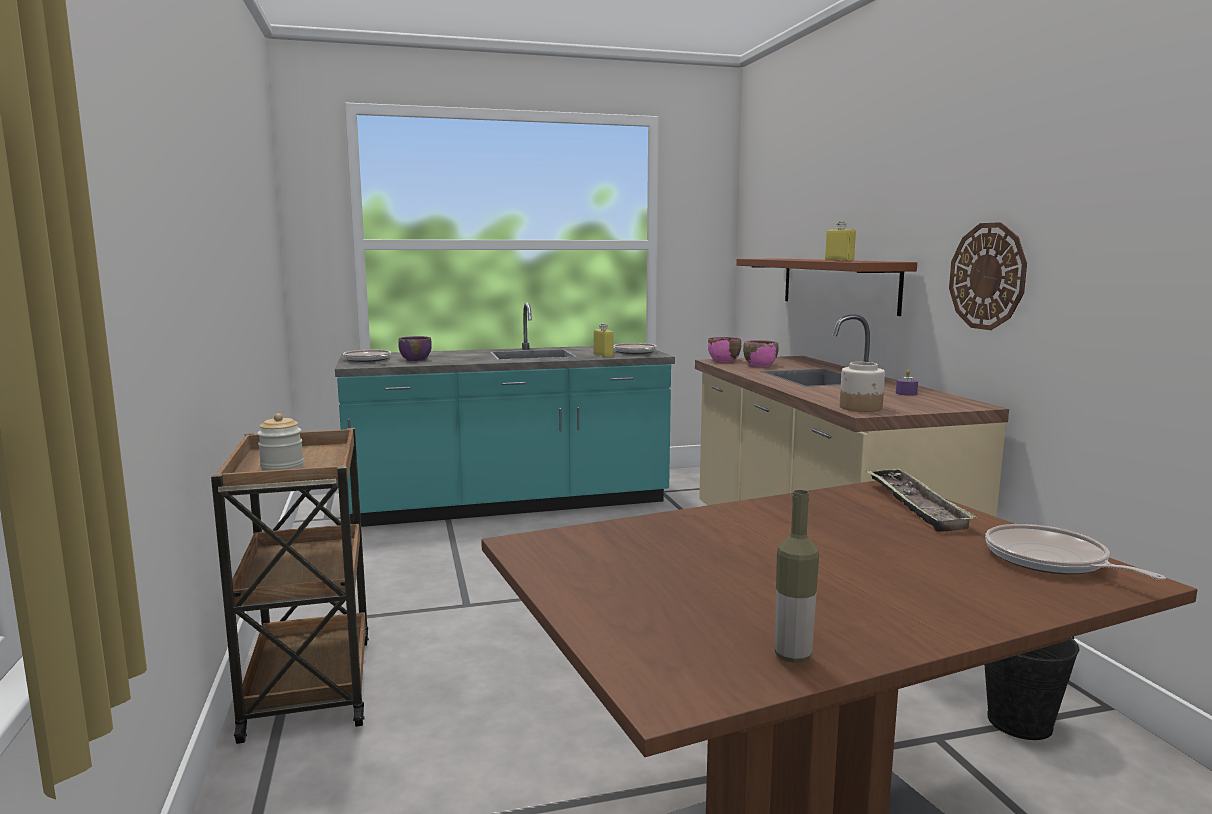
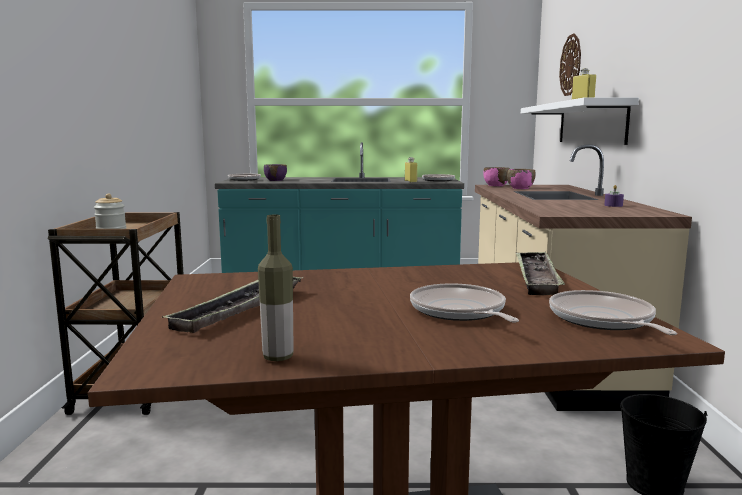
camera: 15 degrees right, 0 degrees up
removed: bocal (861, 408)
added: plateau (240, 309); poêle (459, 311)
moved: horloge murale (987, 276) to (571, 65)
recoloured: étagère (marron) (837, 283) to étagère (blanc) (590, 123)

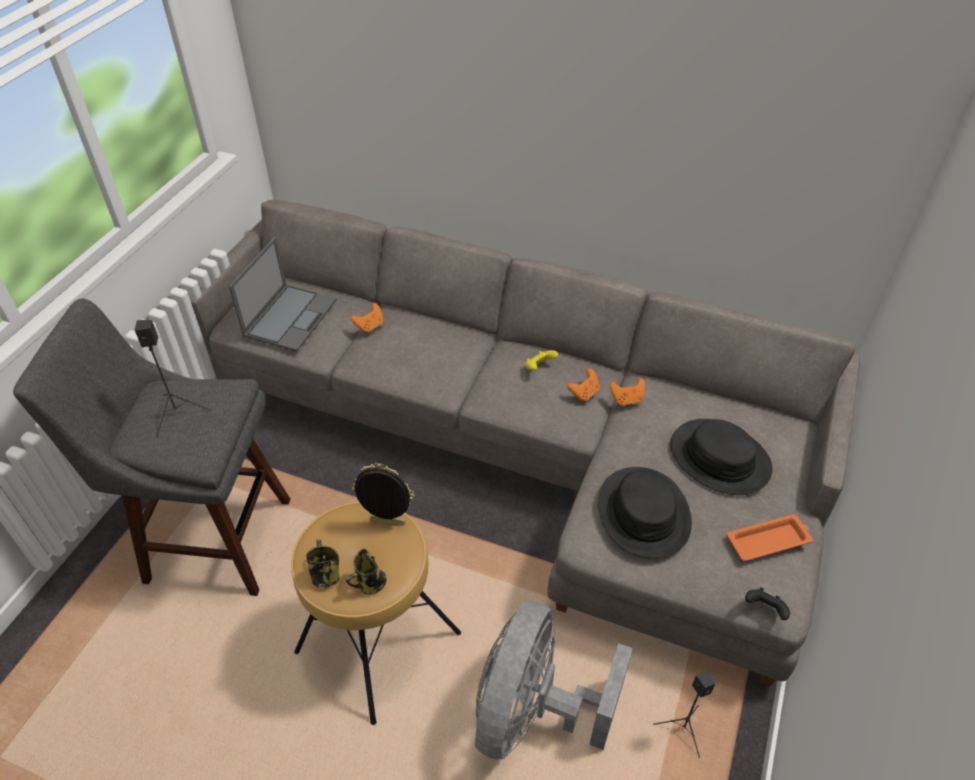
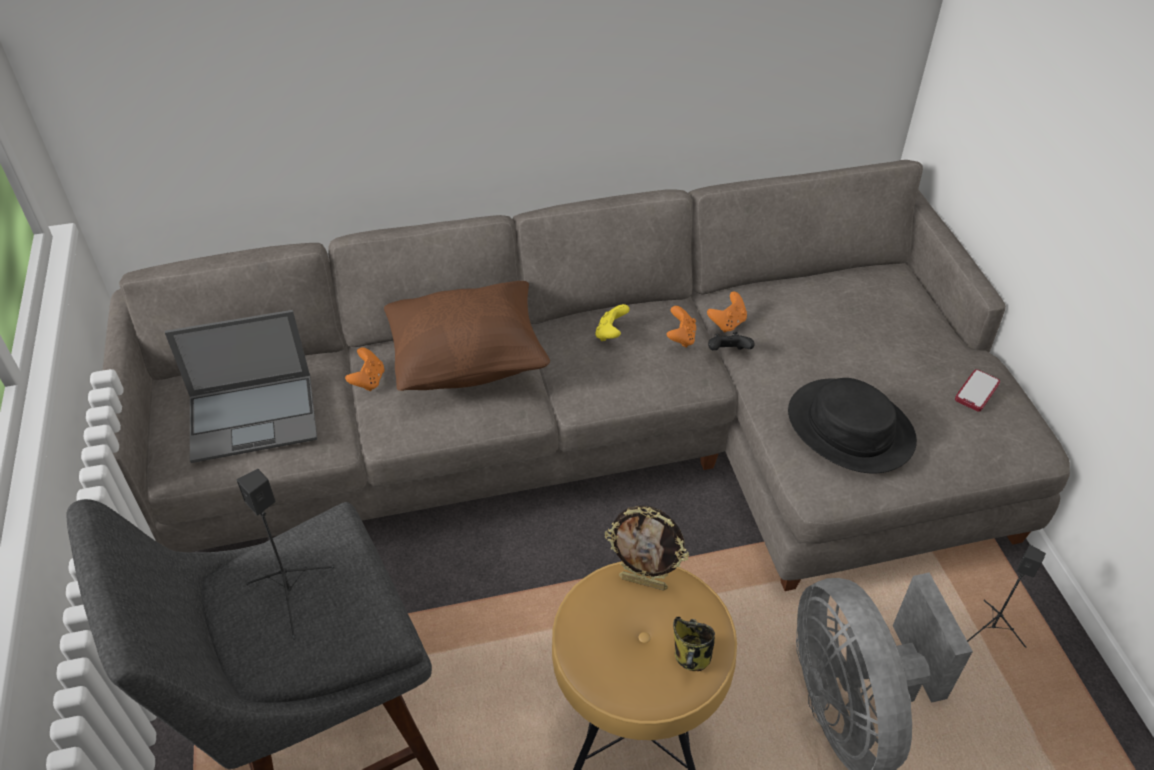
camera: 35 degrees left, 0 degrees up
removed: mug (325, 575); chapeau (noir) (719, 458)
added: coussin (marron) (468, 361)
moved: manette (noir) (765, 609) to (728, 353)
replaced: plateau (orange) (769, 541) to téléphone (977, 391)
turned: ordinateur portable (291, 317) = (254, 417) 90 degrees clockwise; cadre photo (387, 523) = (644, 582) 135 degrees counterclockwise

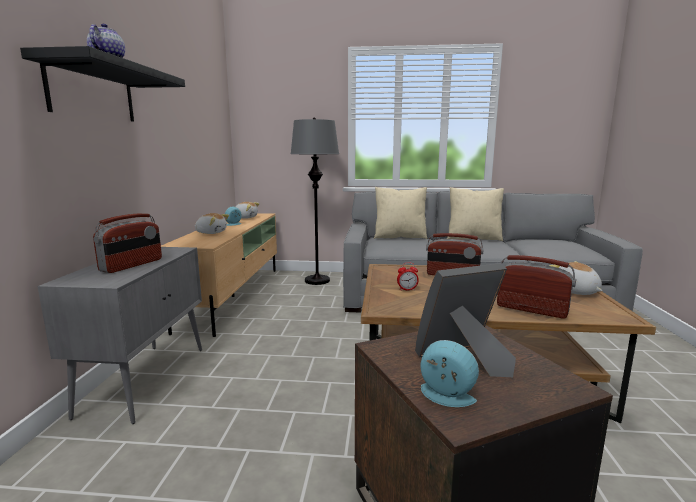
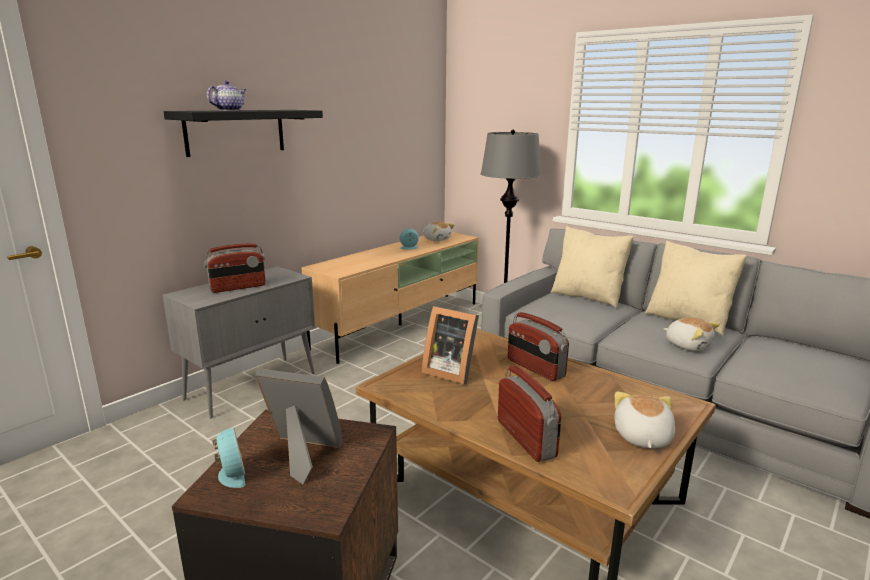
camera: 35 degrees right, 5 degrees up
moved: peluche (211, 232) to (688, 345)
replaced: réveil (407, 289) to cadre photo (450, 371)

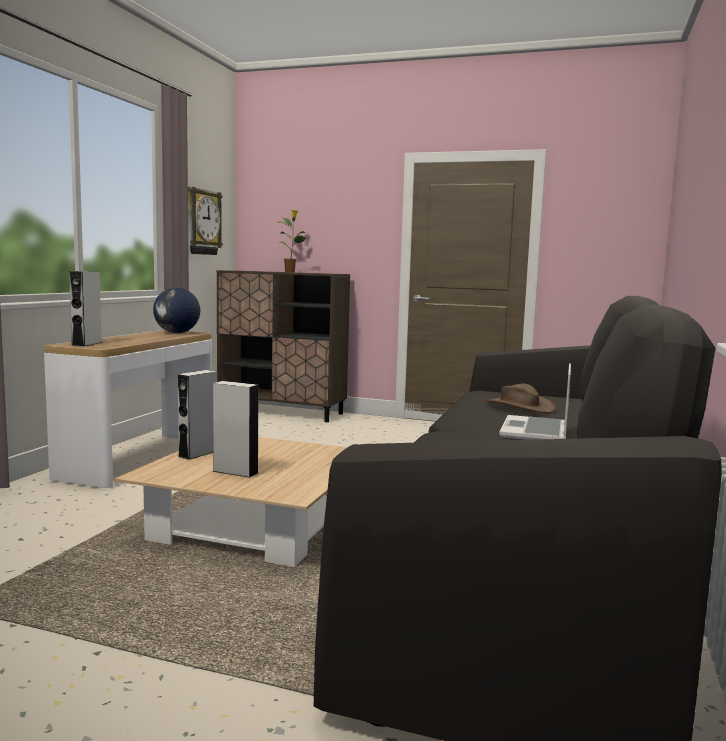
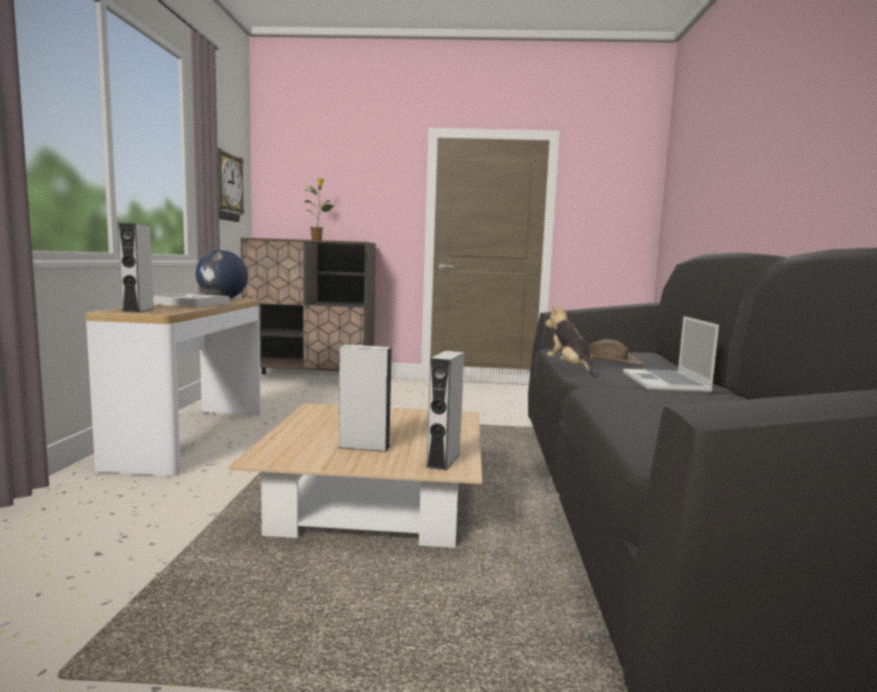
camera: 15 degrees left, 0 degrees up
added: plateau (blanc) (190, 303); peluche (570, 369)
moved: enceinte (gris) (198, 454) to (443, 460)

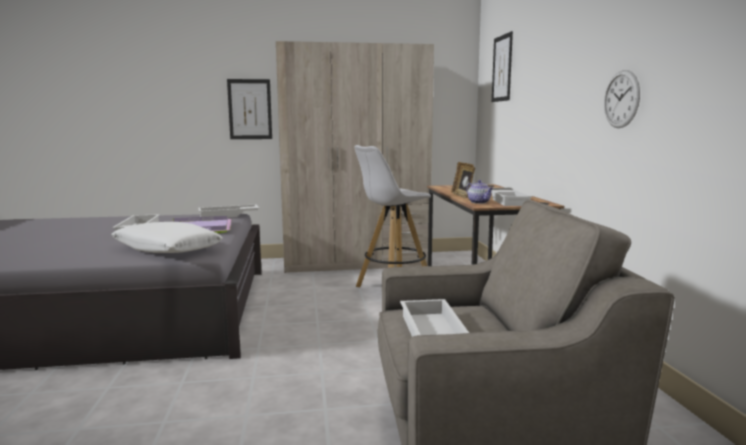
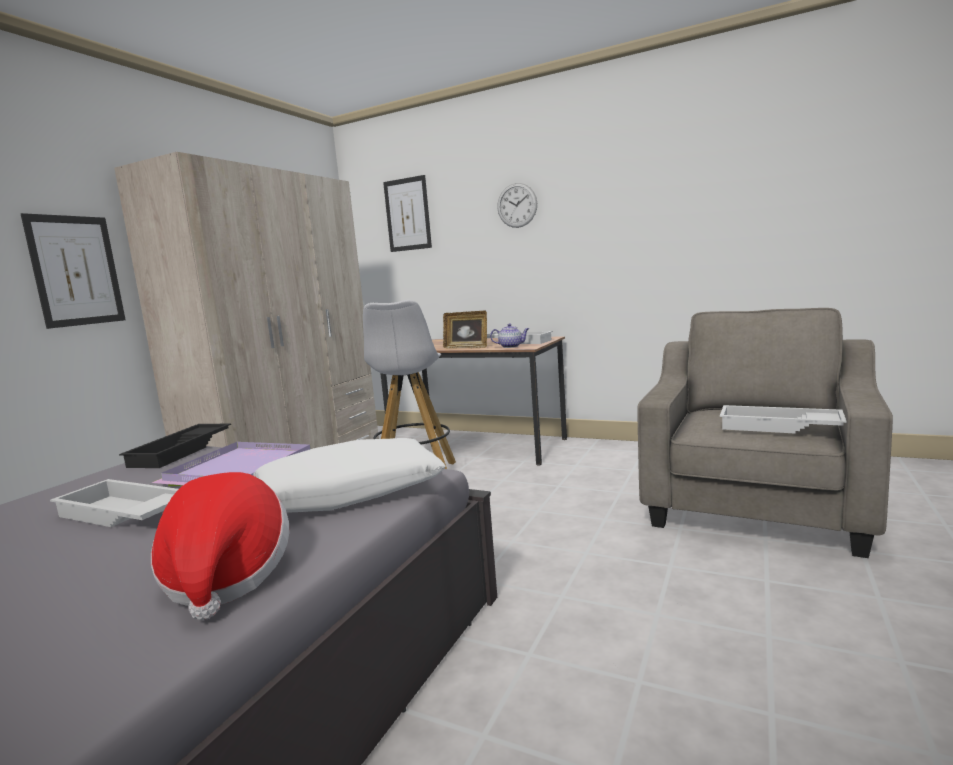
camera: 55 degrees left, 0 degrees up
added: chapeau (227, 577)
moved: horloge murale (621, 99) to (517, 205)
recoloured: plateau (blanc) (228, 215) to plateau (noir) (182, 451)

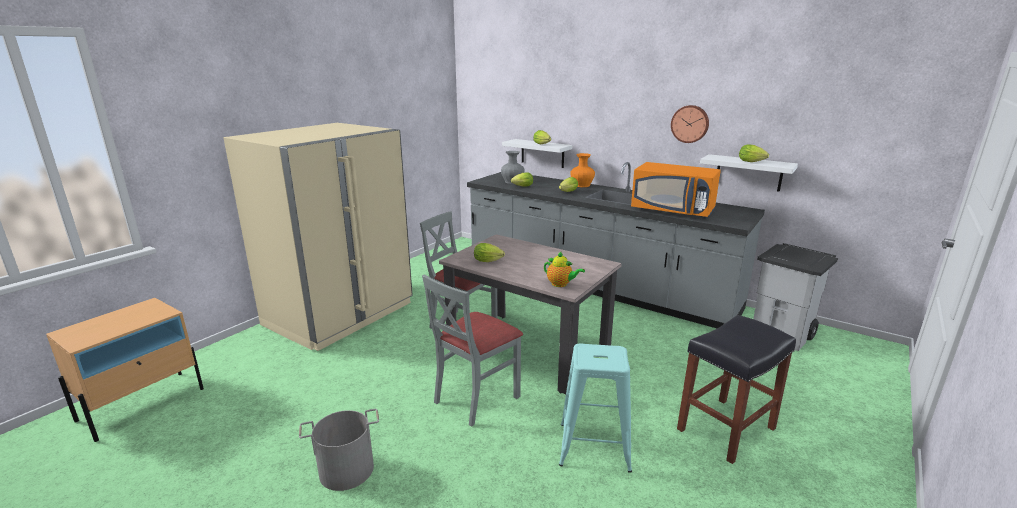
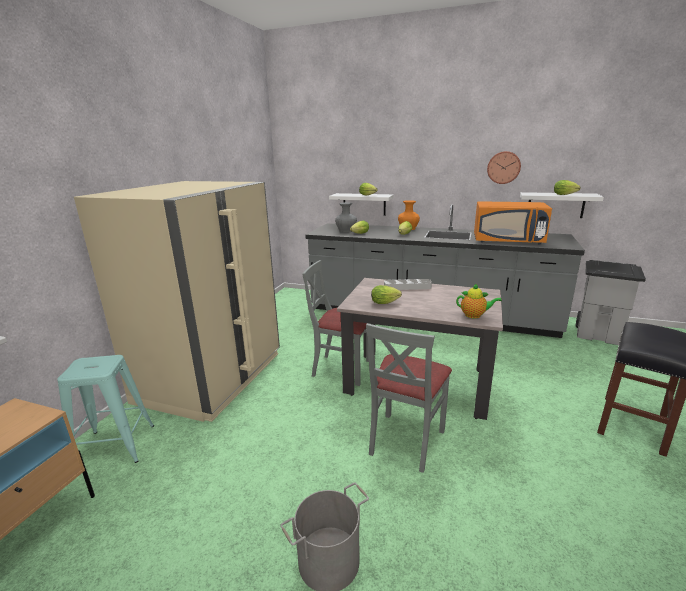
camera: 15 degrees left, 0 degrees up
added: plateau (gris) (407, 287)
moved: tabouret (turquoise) (594, 447) to (115, 446)

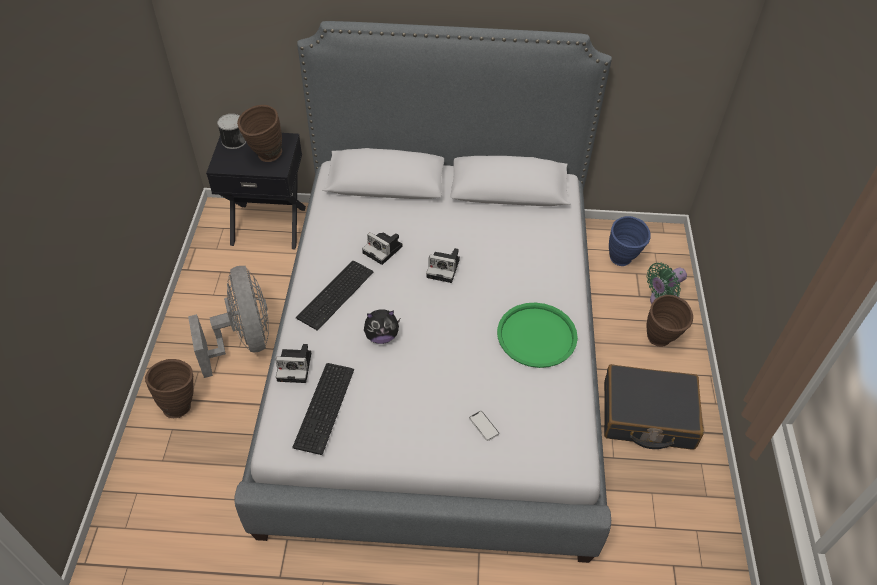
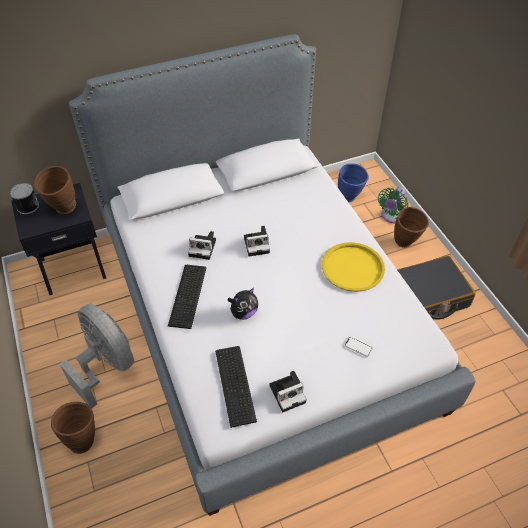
camera: 25 degrees left, 0 degrees up
moved: appareil photo (296, 366) to (288, 393)
recoloured: plateau (vert) (536, 335) to plateau (jaune) (352, 267)

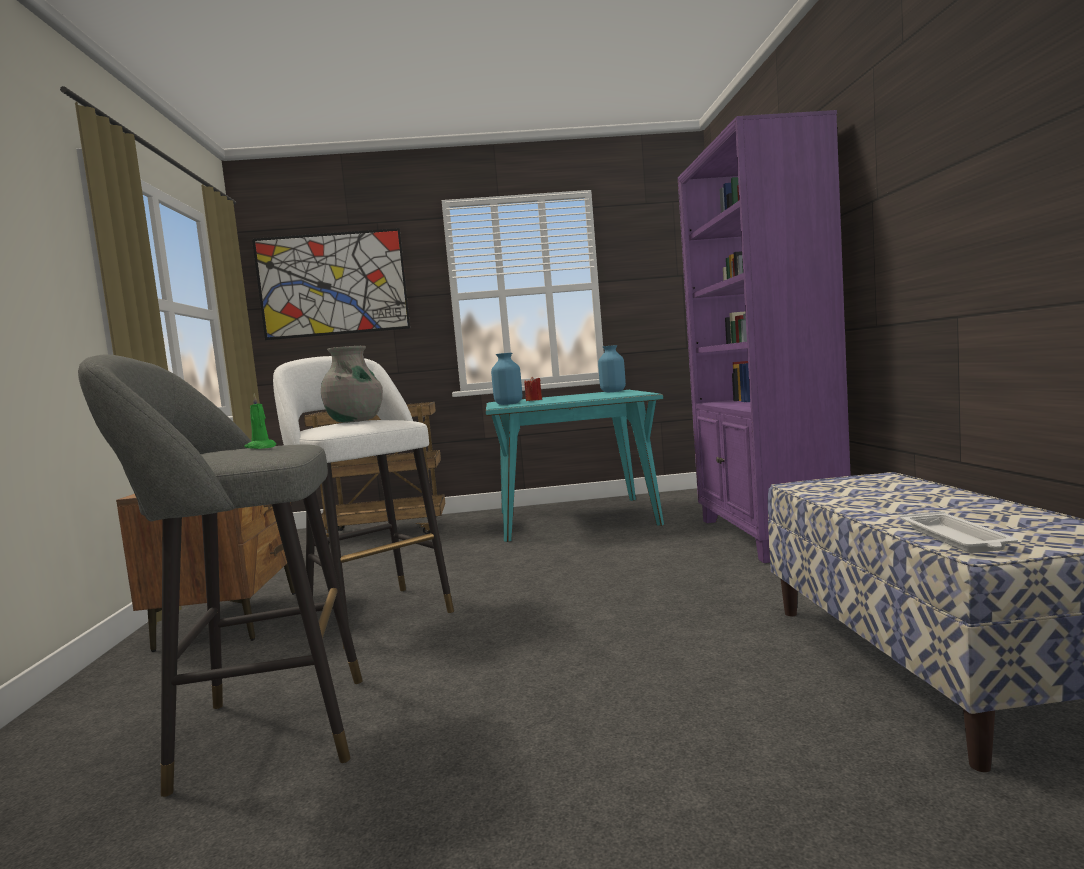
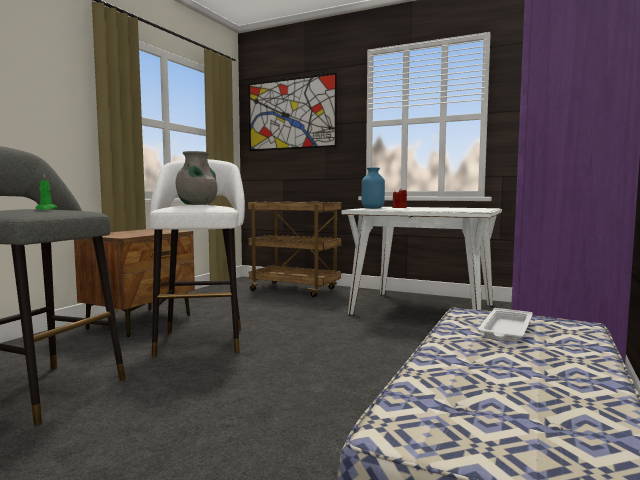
camera: 30 degrees right, 0 degrees up
removed: vase (bleu) (612, 392)
moved: plateau (blanc) (956, 539) to (506, 330)
recoloured: table à manger (turquoise) (575, 519) to table à manger (blanc) (422, 309)

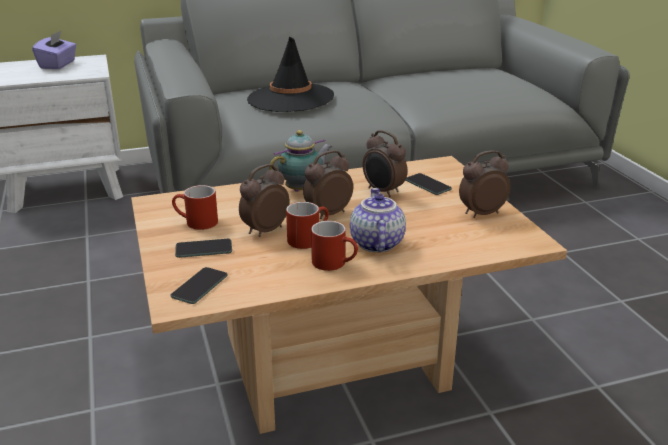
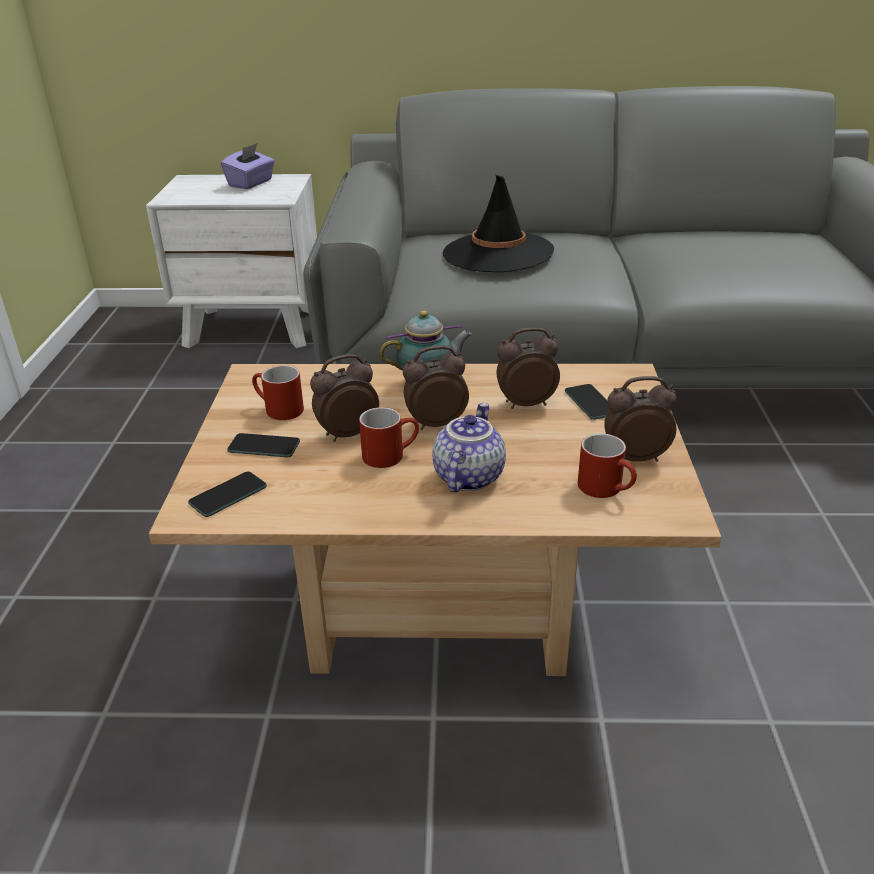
camera: 20 degrees right, 5 degrees up
moved: mug (rouge) (335, 263) to (607, 488)
turned: réveil (383, 191) = (525, 403) 105 degrees clockwise

